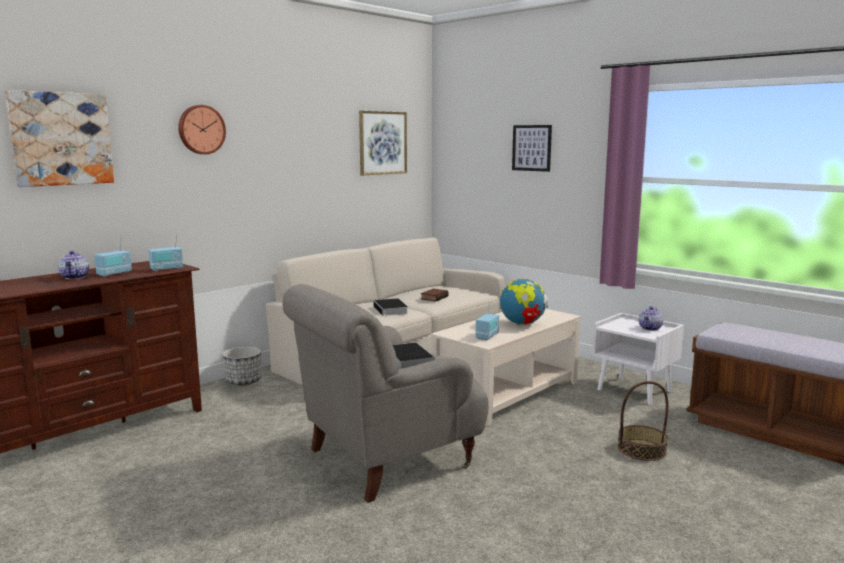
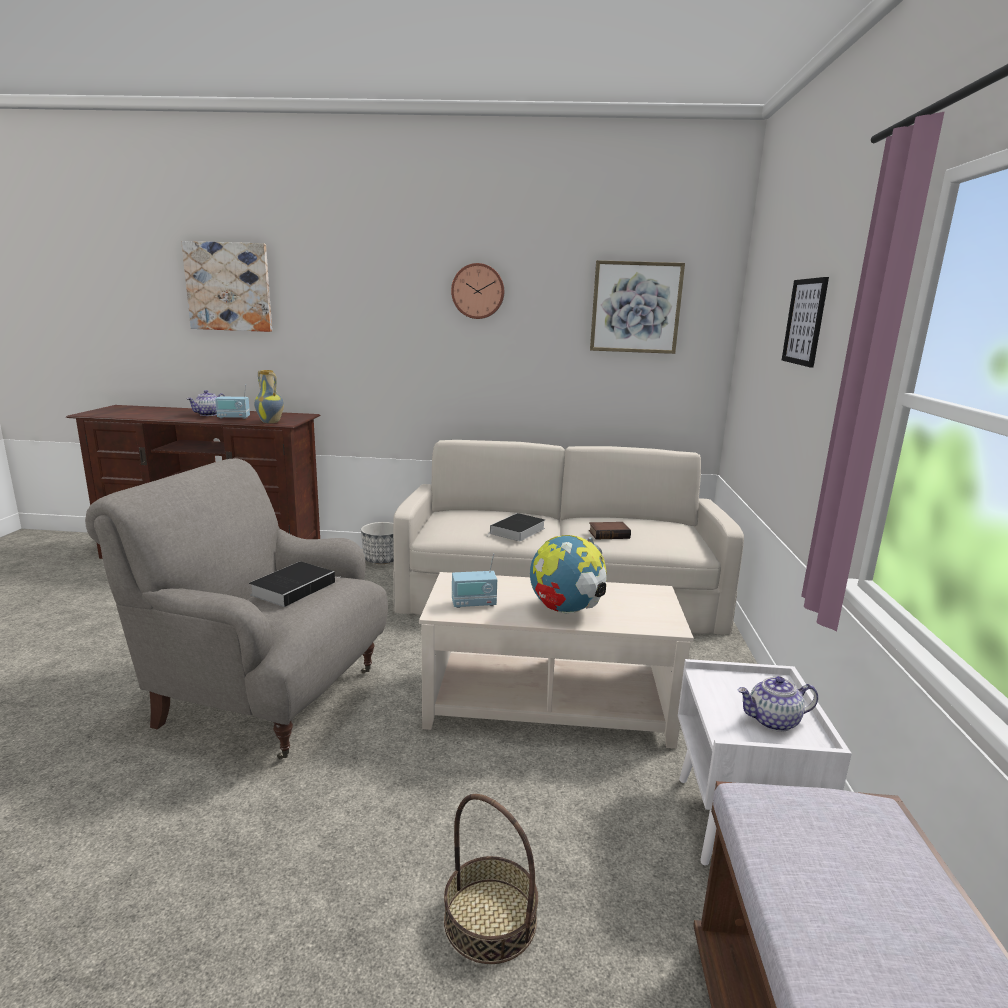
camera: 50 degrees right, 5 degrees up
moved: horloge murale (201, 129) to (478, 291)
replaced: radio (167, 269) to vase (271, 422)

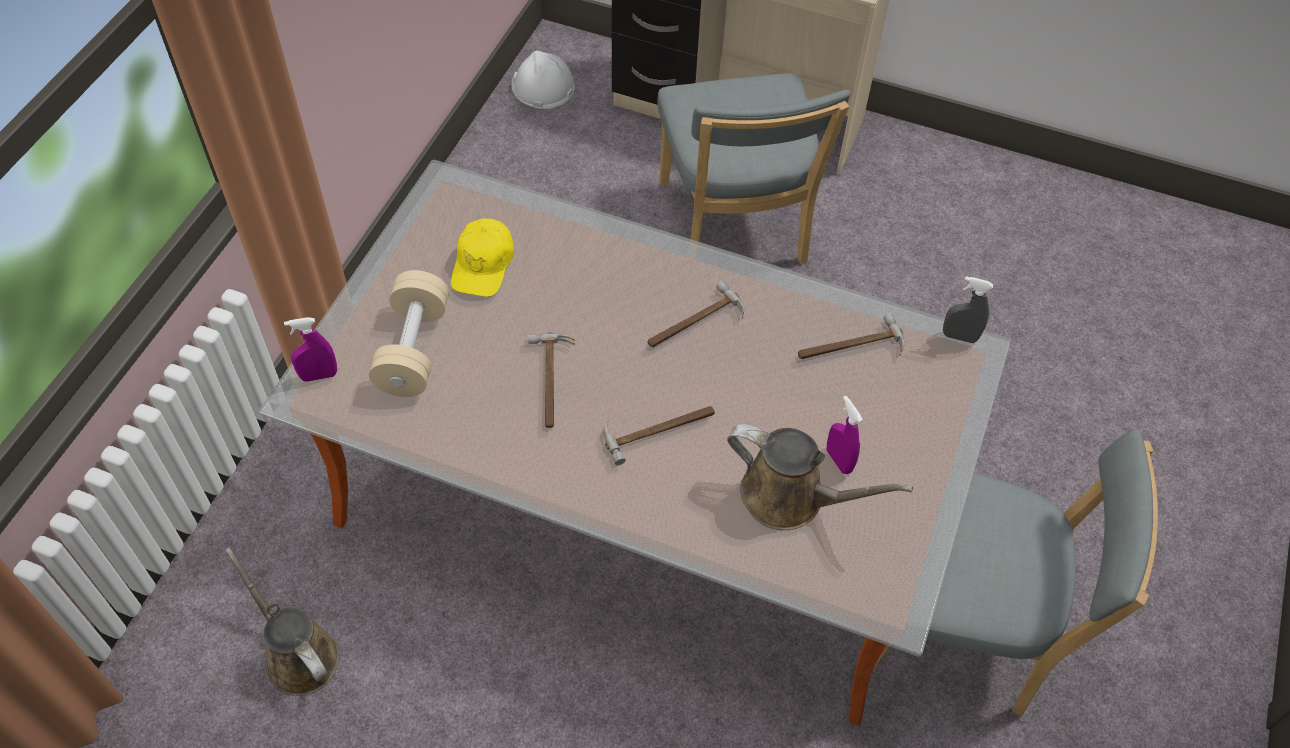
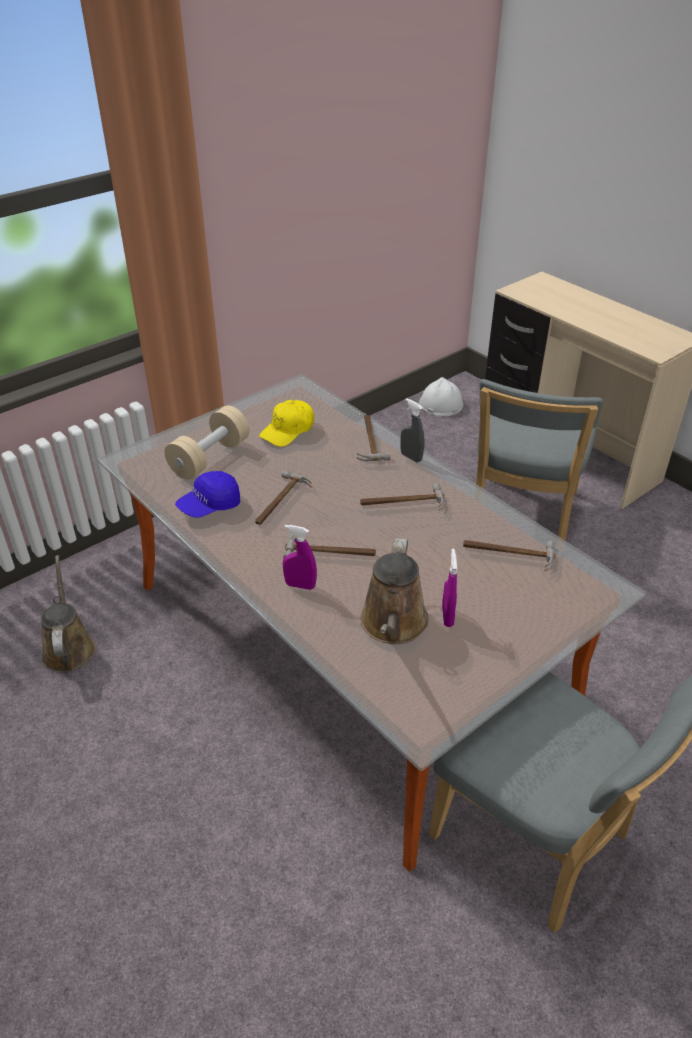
camera: 30 degrees right, 15 degrees down
added: casquette (bleu) (209, 506); marteau (369, 440)
moved: vaporisateur (violet) (319, 375) to (300, 585); vaporisateur (gris) (959, 337) to (411, 457)
turned: arrosoir (marron) (790, 497) = (393, 625) 45 degrees clockwise

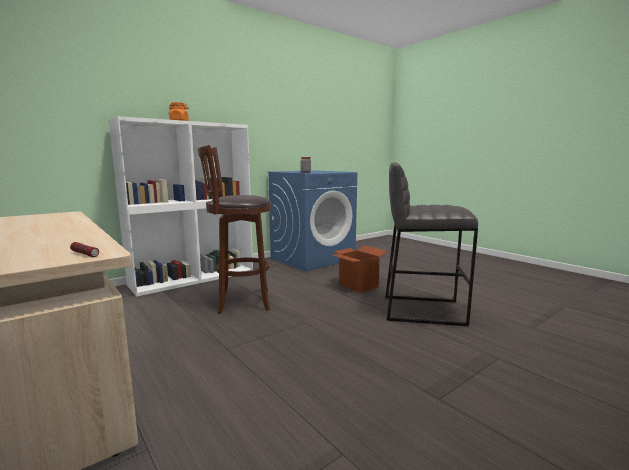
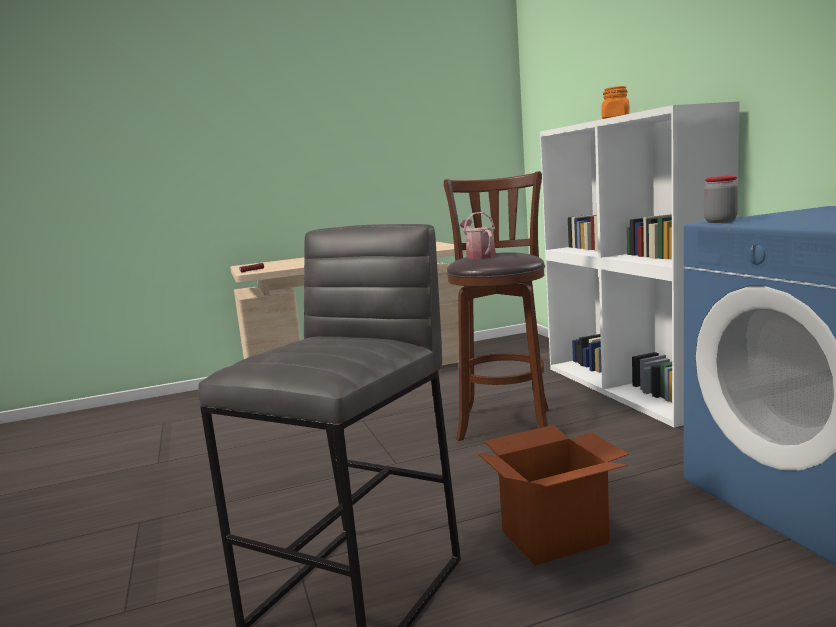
camera: 110 degrees right, 0 degrees up
added: arrosoir (479, 256)

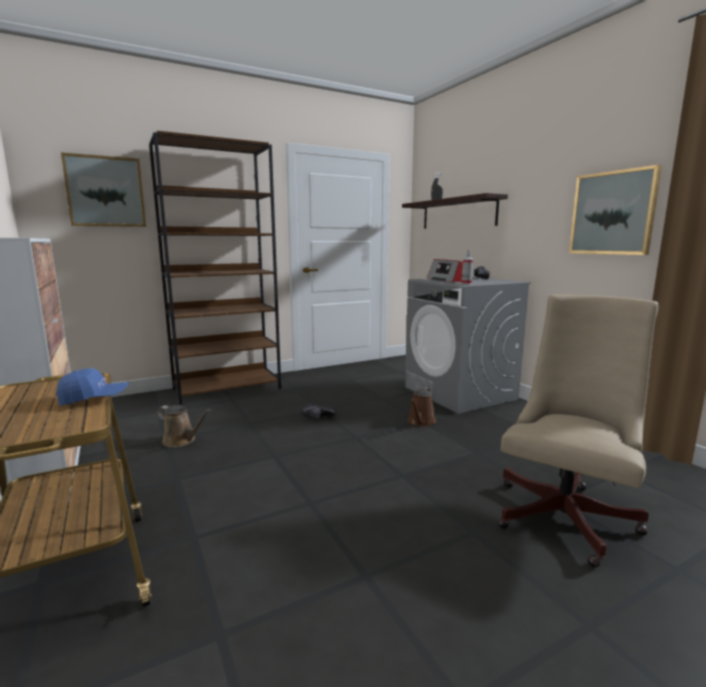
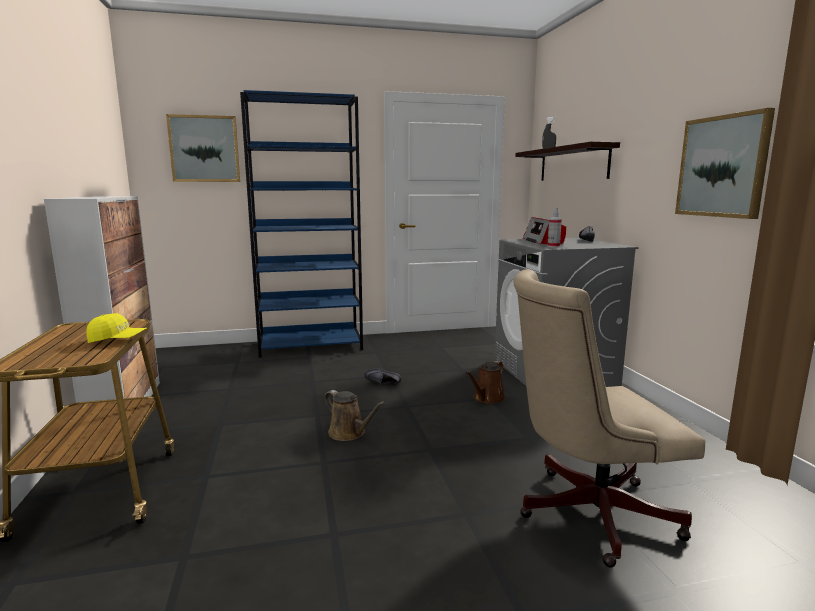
camera: 15 degrees right, 0 degrees up
moved: arrosoir (marron) (181, 441) to (349, 433)
recoloured: casquette (bleu) (94, 399) to casquette (jaune) (117, 340); bibliothèque (marron) (227, 388) to bibliothèque (bleu) (311, 345)
turned: chaise de bureau (beige) (567, 513) = (586, 513) 150 degrees counterclockwise

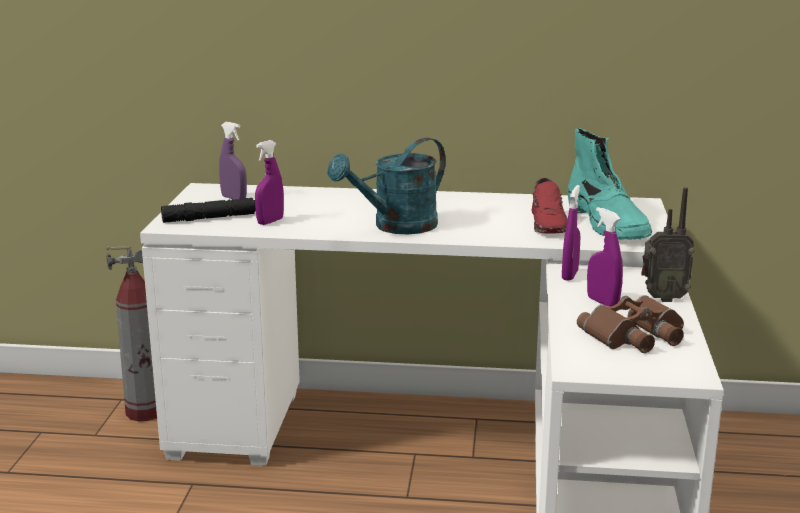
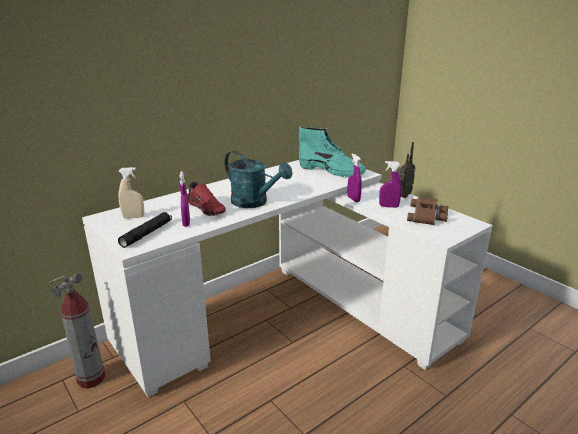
camera: 45 degrees left, 5 degrees up
moved: chaussure (rouge) (549, 224) to (207, 208)
recoloured: vaporisateur (violet) (234, 198) to vaporisateur (beige) (133, 217)
turned: arrosoir (turquoise) (396, 227) = (255, 202) 60 degrees counterclockwise

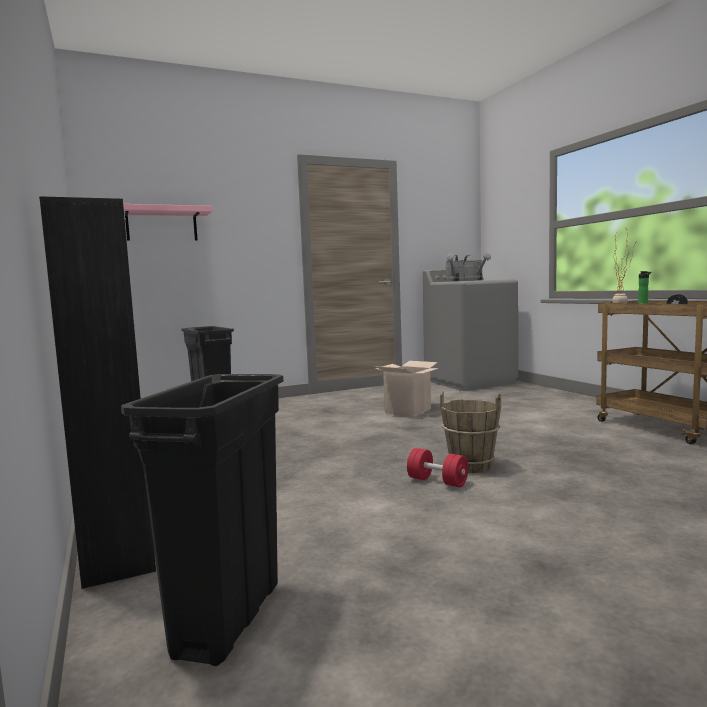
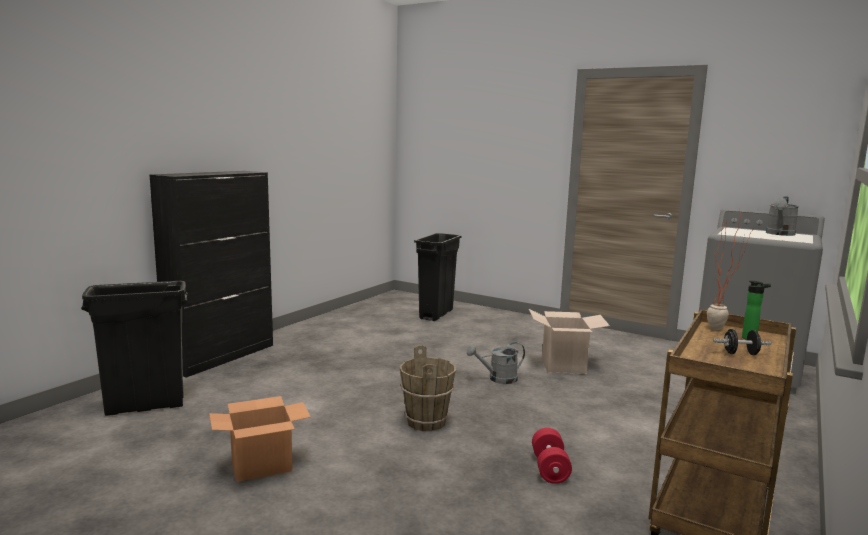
camera: 55 degrees right, 5 degrees up
removed: étagère (rose) (161, 225)
added: carton (262, 466)
moved: haltère (rouge) (437, 481) to (550, 468); arrosoir (gris) (454, 281) to (498, 379)

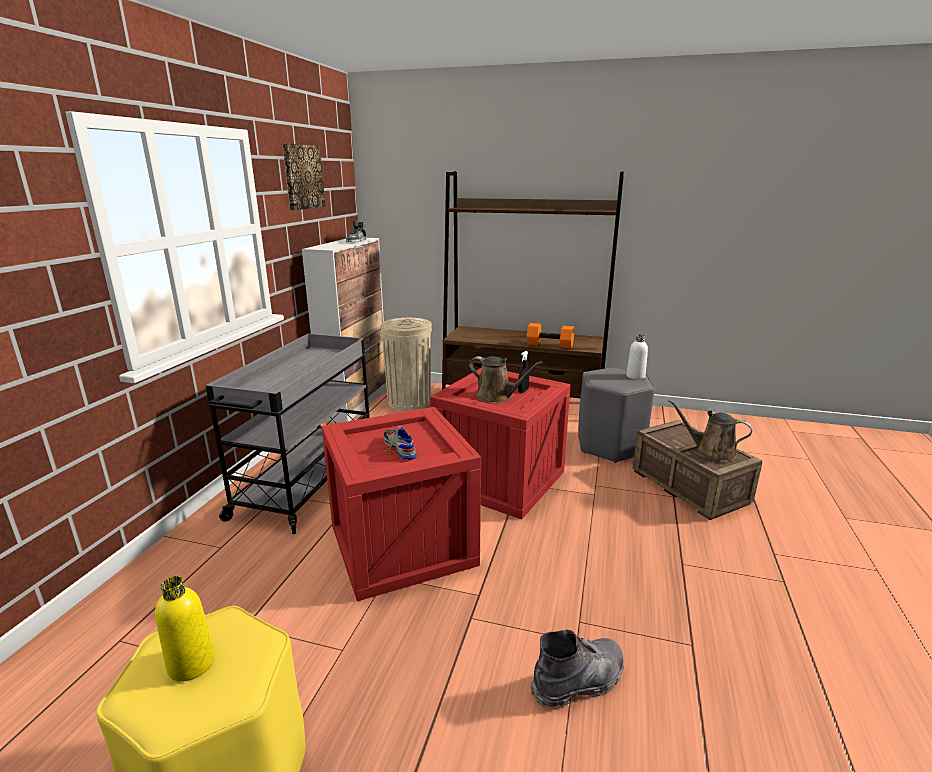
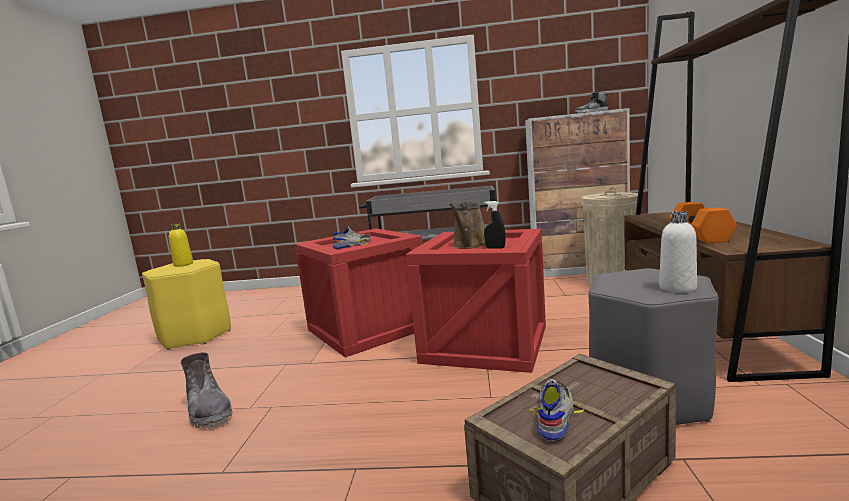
camera: 80 degrees right, 10 degrees down
removed: tableau (302, 177)
replaced: arrosoir (marron) (711, 451) to chaussure (554, 414)

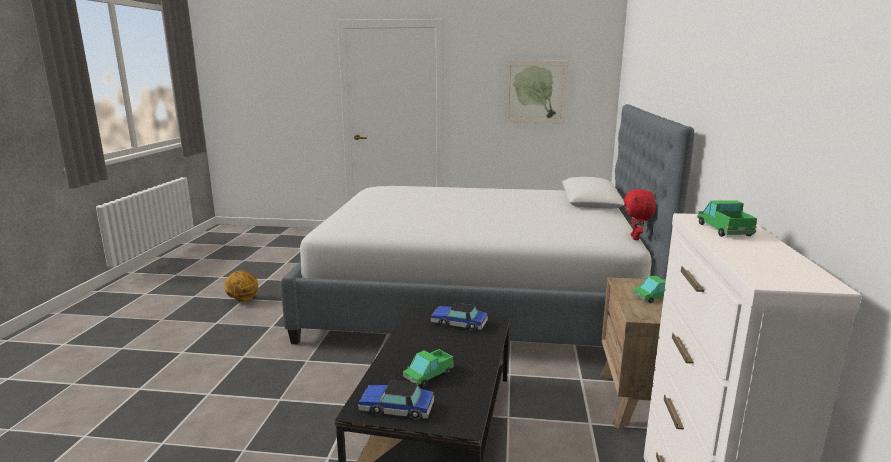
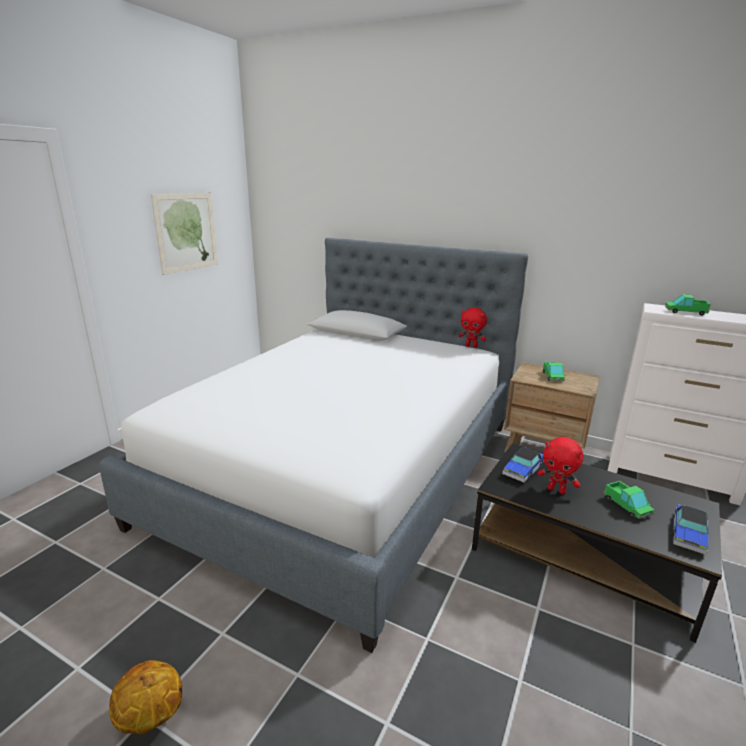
camera: 70 degrees left, 5 degrees up
added: peluche (rouge) (556, 490)

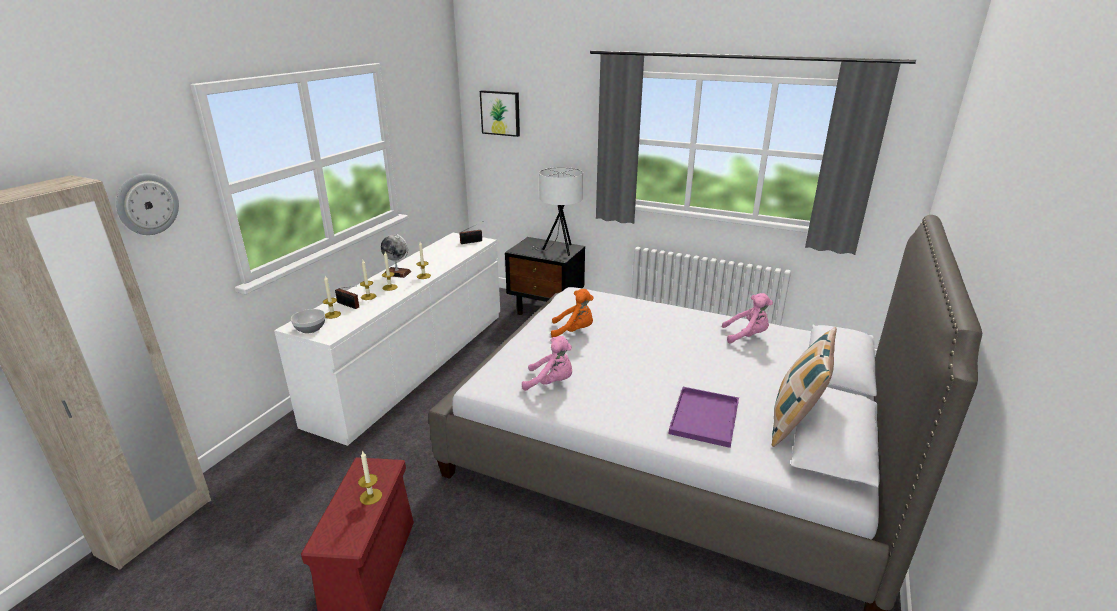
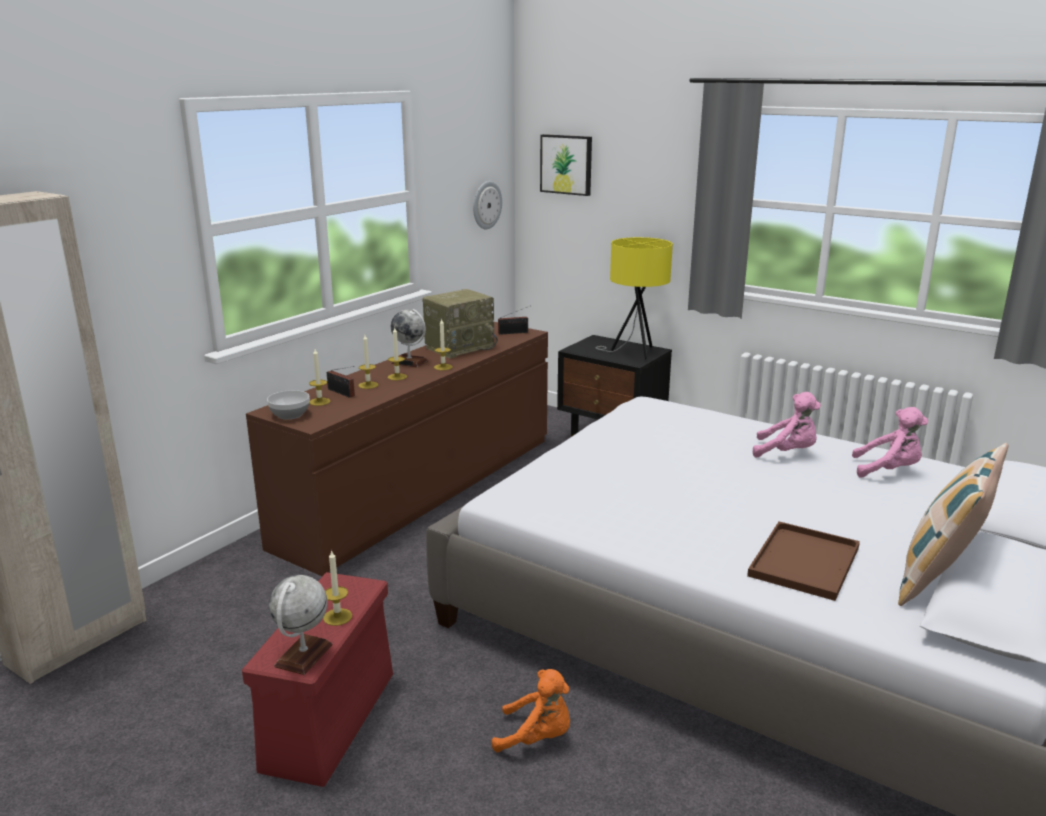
camera: 10 degrees right, 5 degrees down
added: globe (303, 655); radio (460, 347)
moved: horloge murale (147, 204) to (486, 205); peluche (rose) (551, 383) to (787, 453); peluche (orange) (574, 331) to (537, 737)
recoloured: commode (blanc) (414, 364) to commode (marron) (422, 489); lampe de table (blanc) (558, 250) to lampe de table (jaune) (633, 353); plateau (violet) (704, 416) to plateau (marron) (803, 560)

